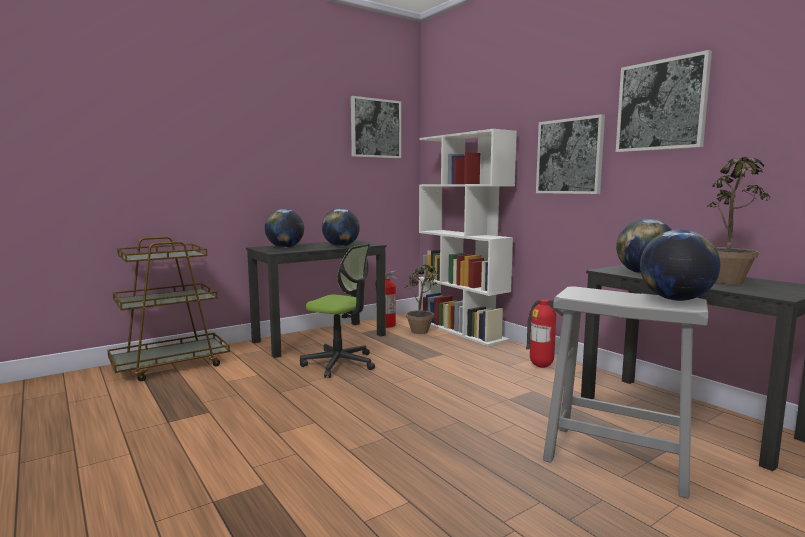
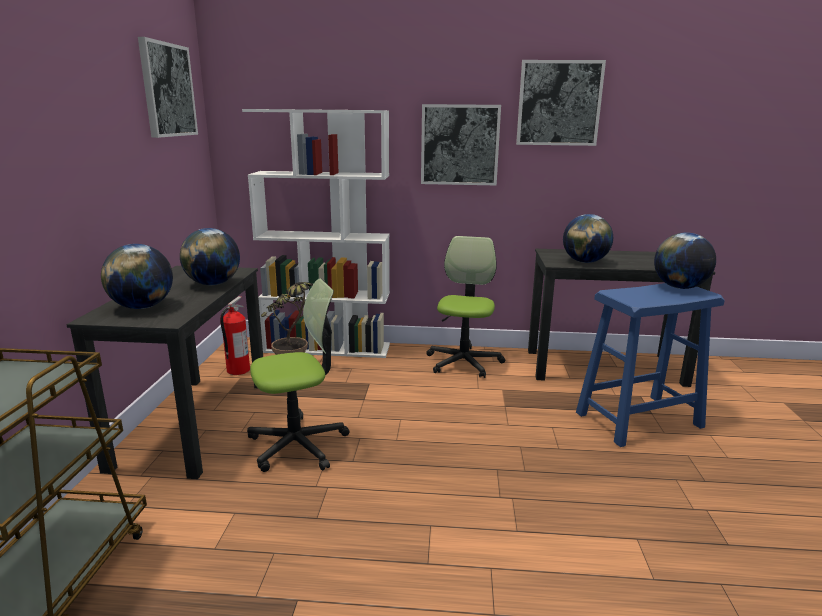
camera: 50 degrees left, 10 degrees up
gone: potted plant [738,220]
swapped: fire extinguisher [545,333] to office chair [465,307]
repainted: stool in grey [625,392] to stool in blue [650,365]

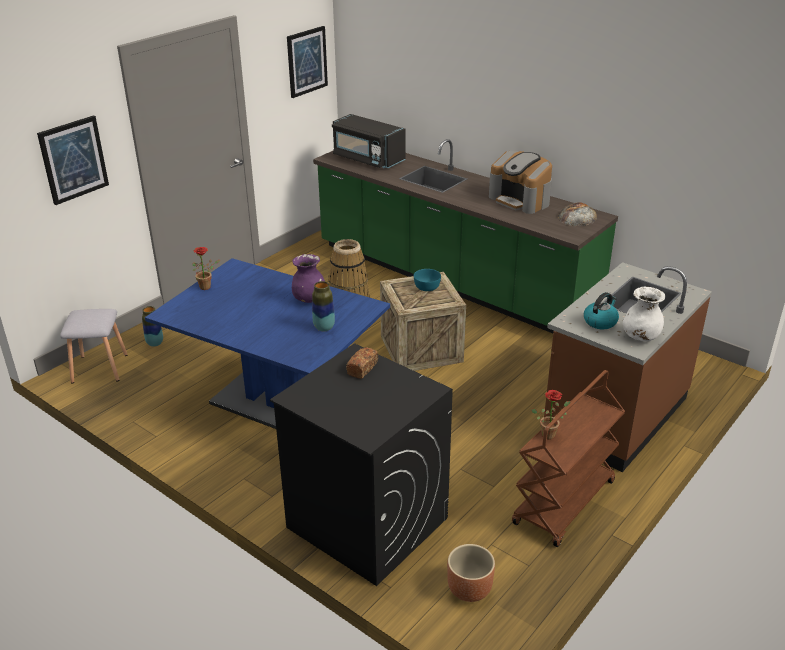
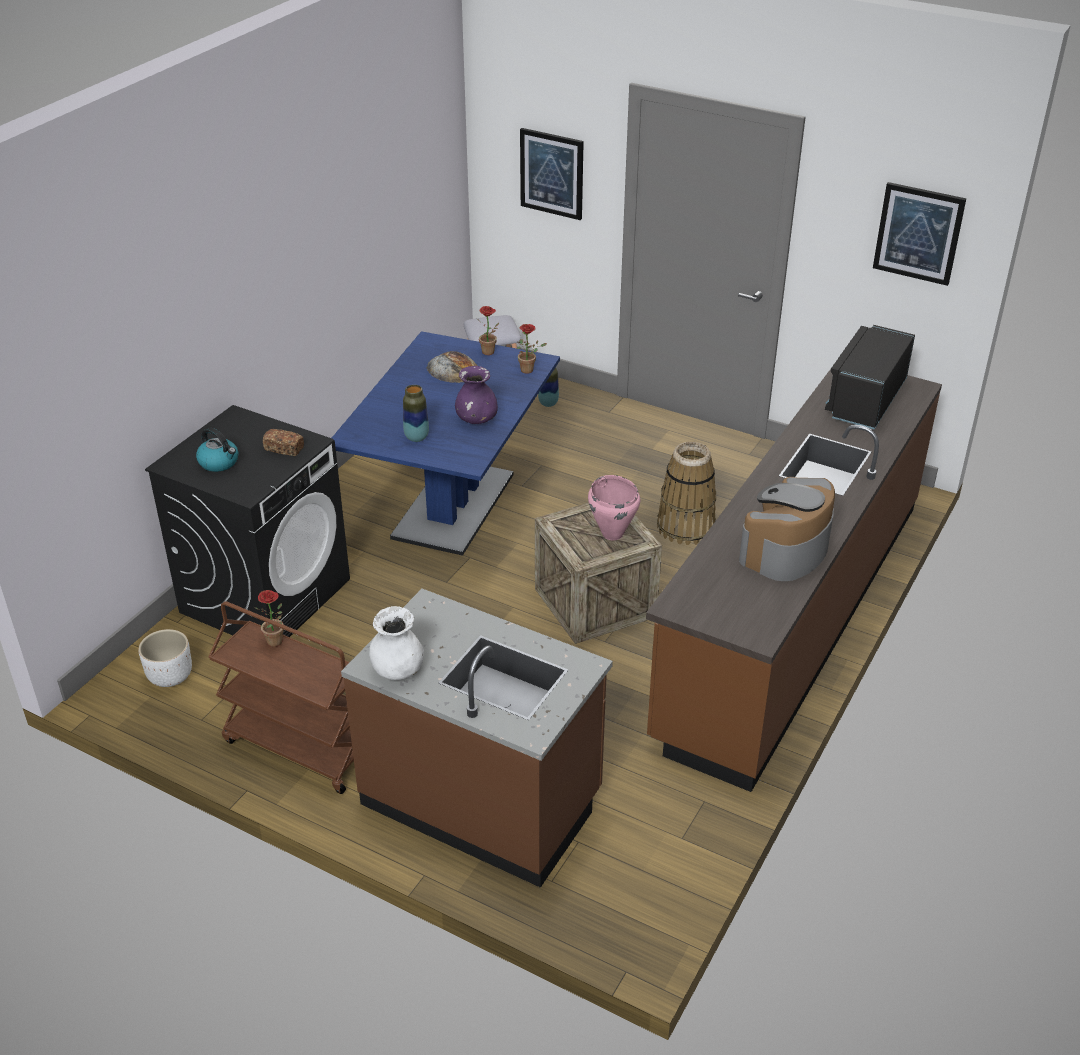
camera: 80 degrees right, 5 degrees up
new: potted plant [532,349]
shifted: kettle [601,310] to [217,450]; bread [577,214] to [452,367]
swapped: bowl in turquoise [427,280] to cooking pot in pink [614,507]
repainted: planter in brown [471,573] to planter in white [165,658]; counter in green [465,236] to counter in brown [794,580]

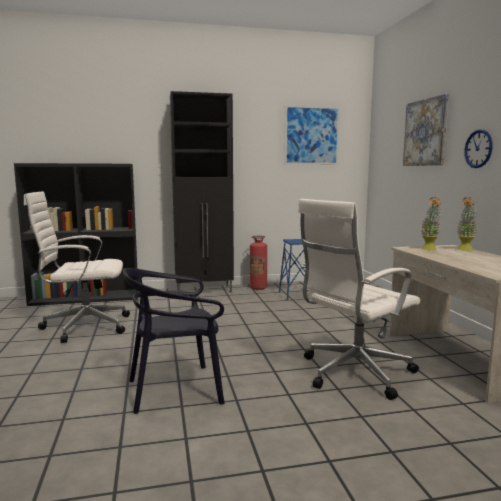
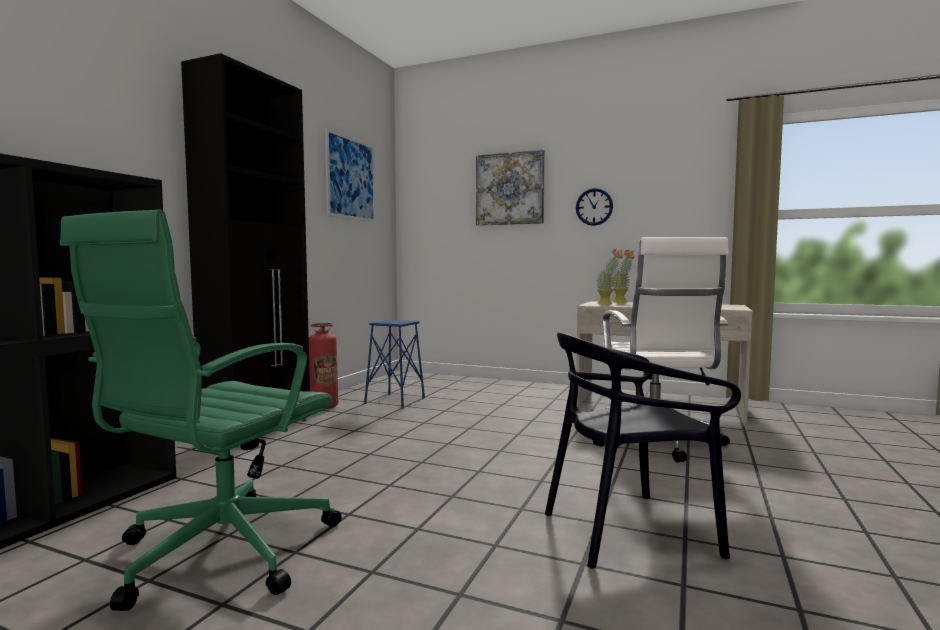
camera: 55 degrees left, 5 degrees down
repainted: office chair in white [77,267] to office chair in green [201,410]
rotated: chair in black [174,341] = [643,450] 60 degrees clockwise

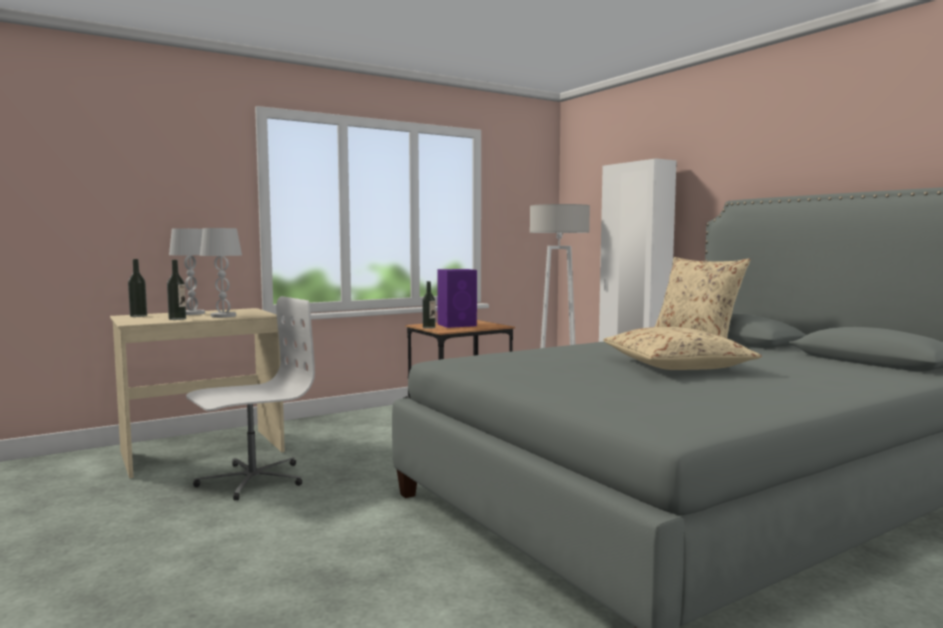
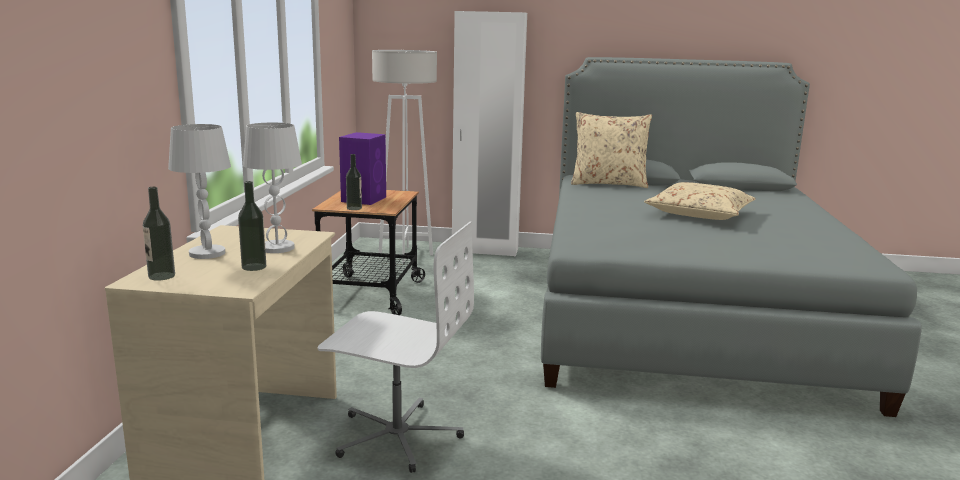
camera: 50 degrees left, 10 degrees up
rotated: office chair in white [250,398] = [395,347] 105 degrees clockwise

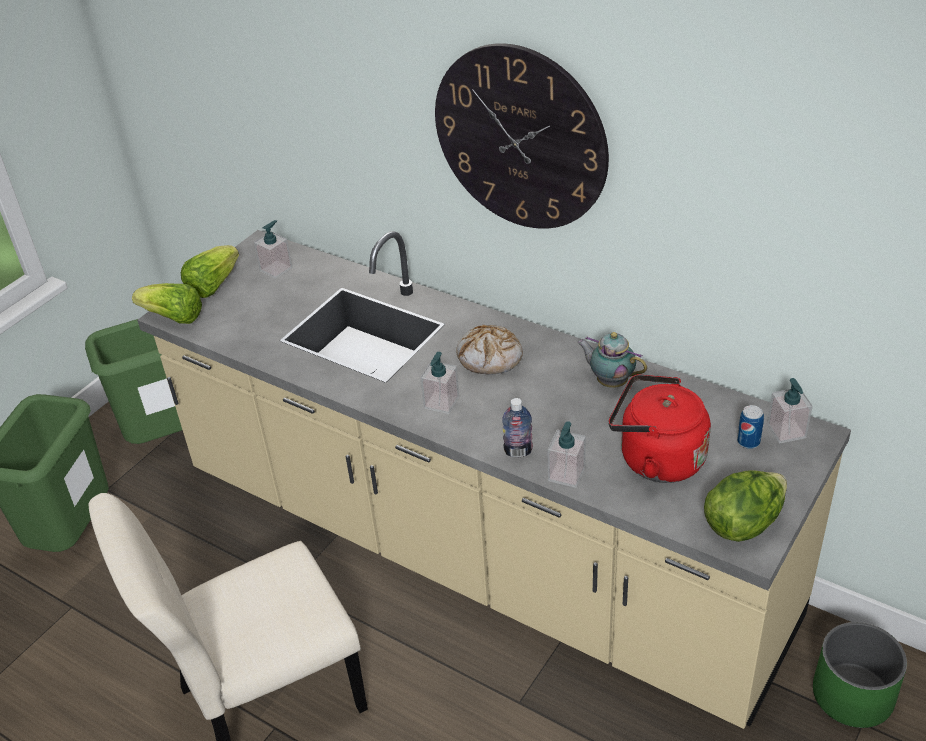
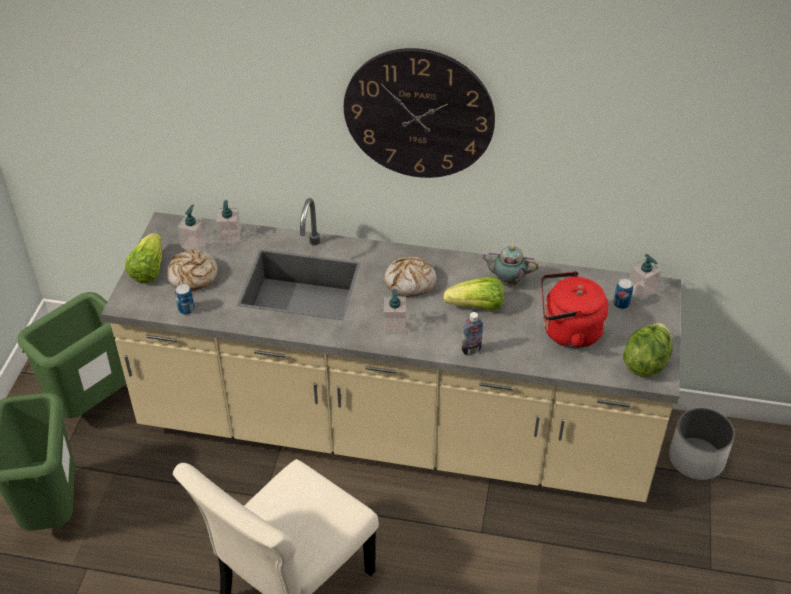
camera: 25 degrees left, 5 degrees up
new: bread [192,269]; can [185,299]
shifted: soap dispenser [566,454] to [228,221]; lettuce [167,303] to [473,293]
repainted: planter in green [860,675] to planter in white [702,444]

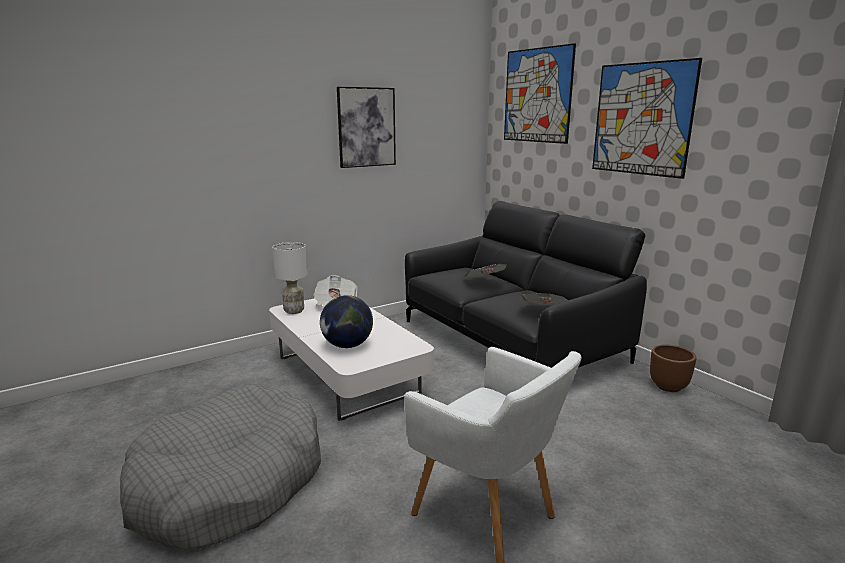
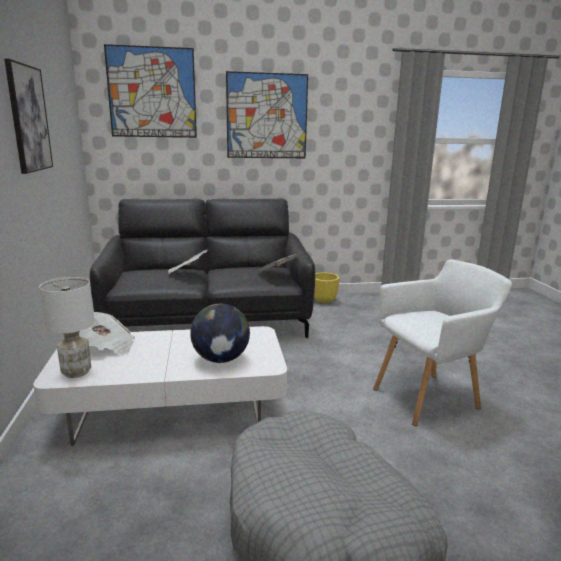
camera: 65 degrees left, 0 degrees up
repainted: planter in brown [673,368] to planter in yellow [326,288]

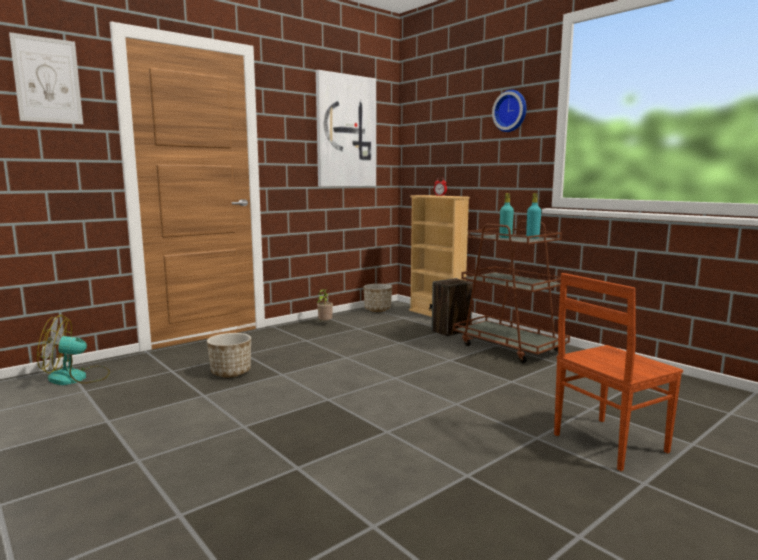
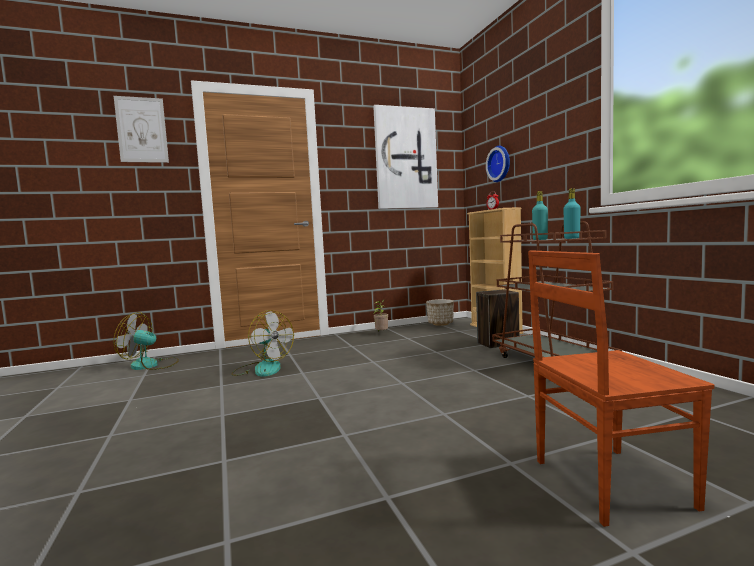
camera: 20 degrees right, 5 degrees down
shifted: wall clock [509,111] to [498,164]
swapped: planter [229,355] to fan [262,343]

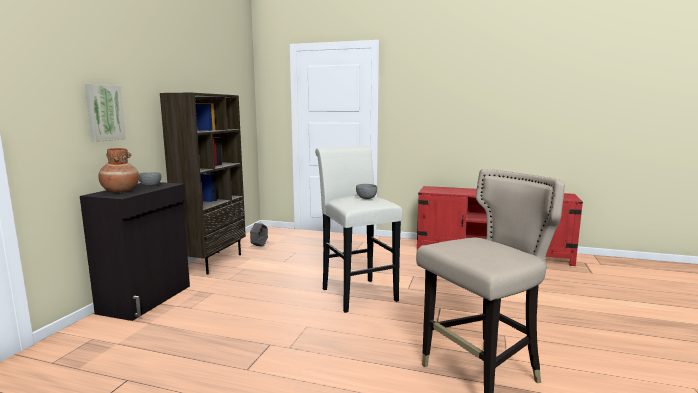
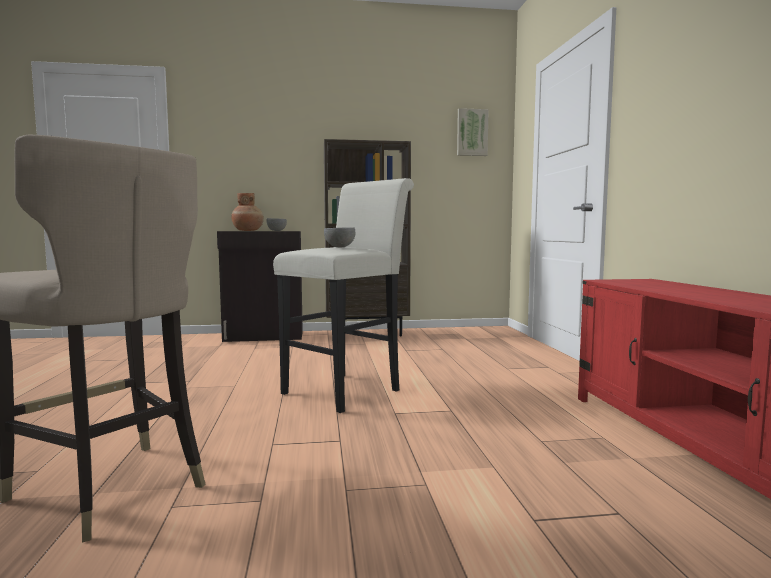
camera: 65 degrees right, 5 degrees down
gone: planter in grey [259,235]
shifted: picture [105,113] to [473,132]

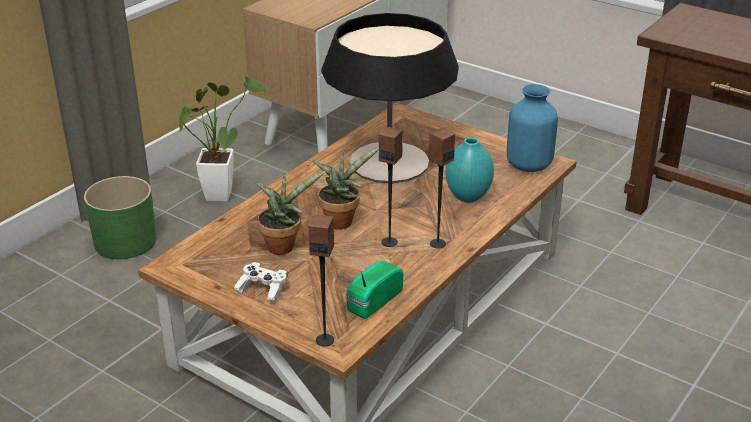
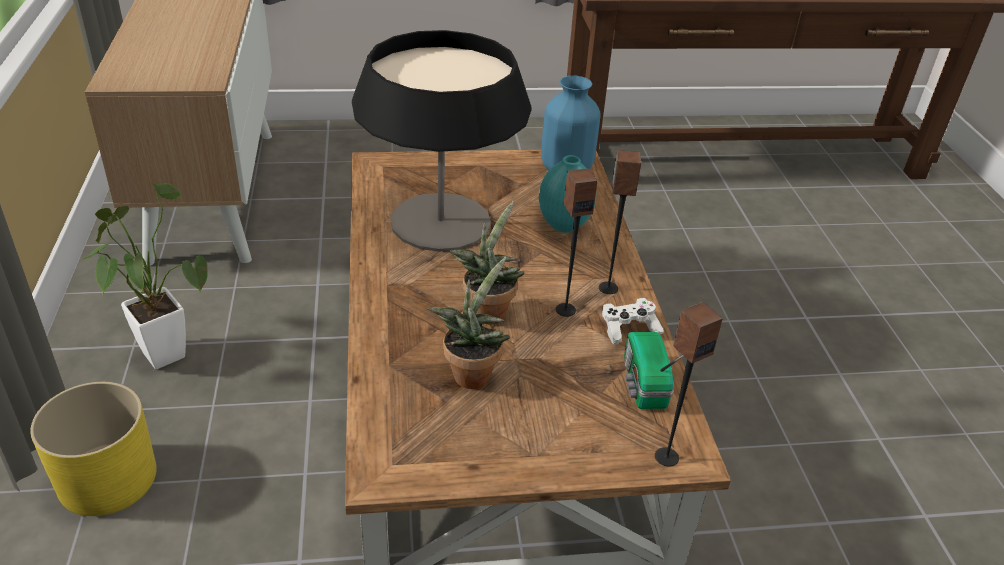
camera: 45 degrees left, 5 degrees up
shifted: game controller in white [261,282] to [633,321]
repainted: planter in green [120,217] to planter in yellow [93,449]

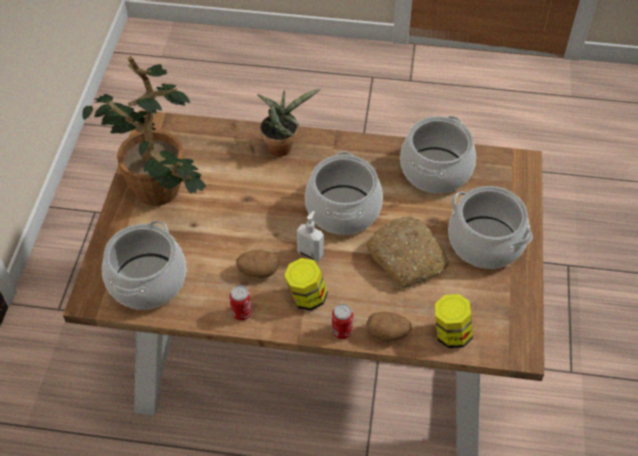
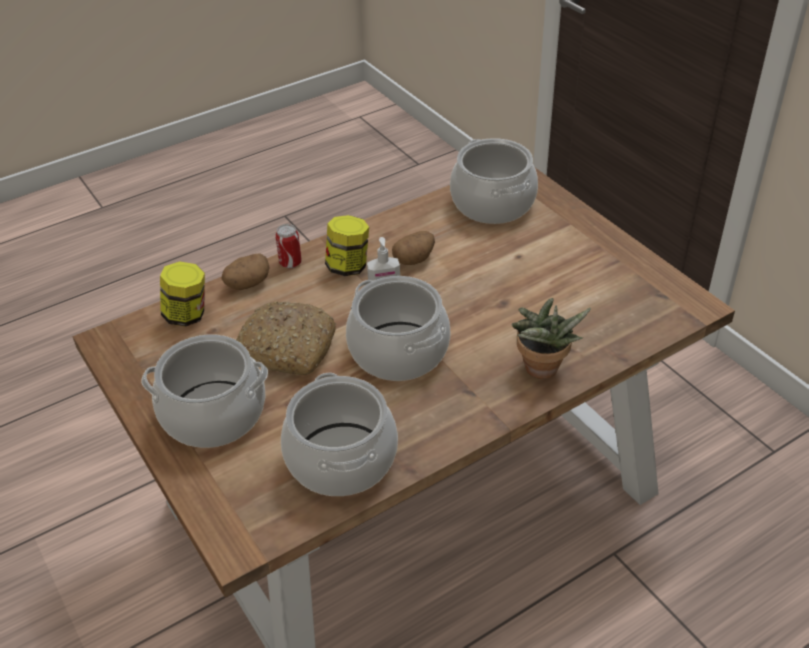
camera: 140 degrees right, 10 degrees down
gone: potted plant [144,131]; can [240,303]

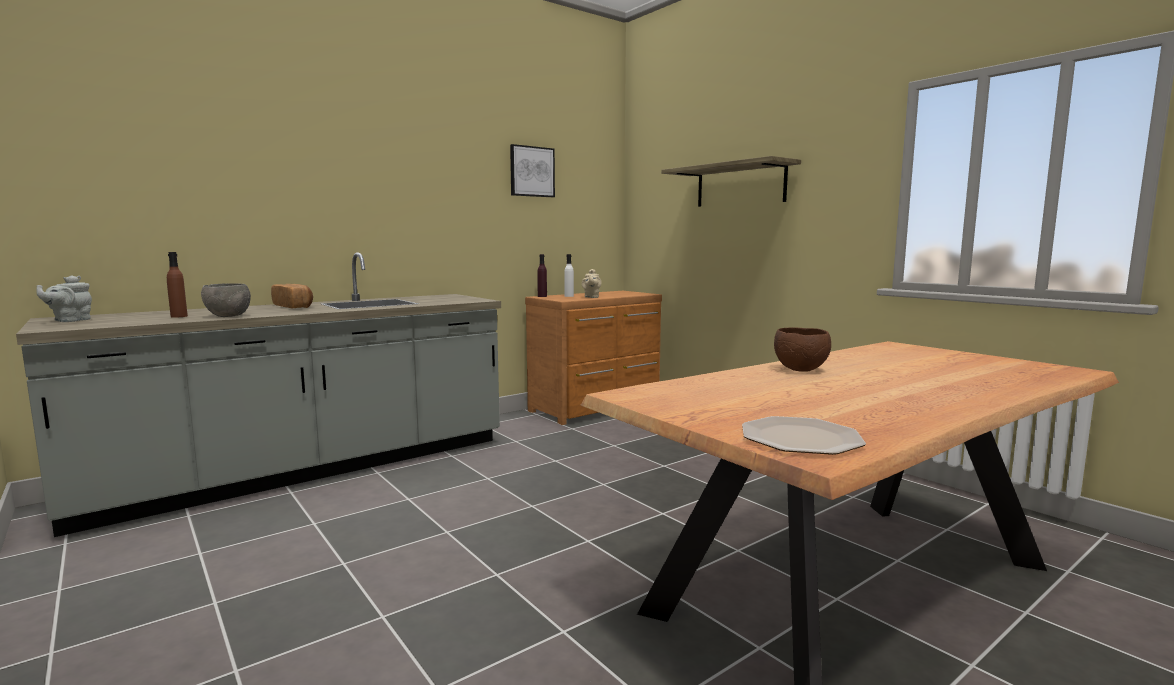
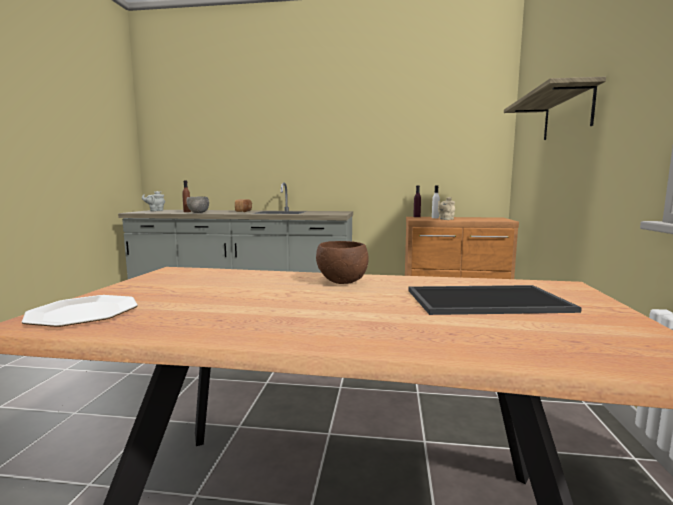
camera: 45 degrees right, 0 degrees up
gone: picture [532,170]
new: tray [495,300]

